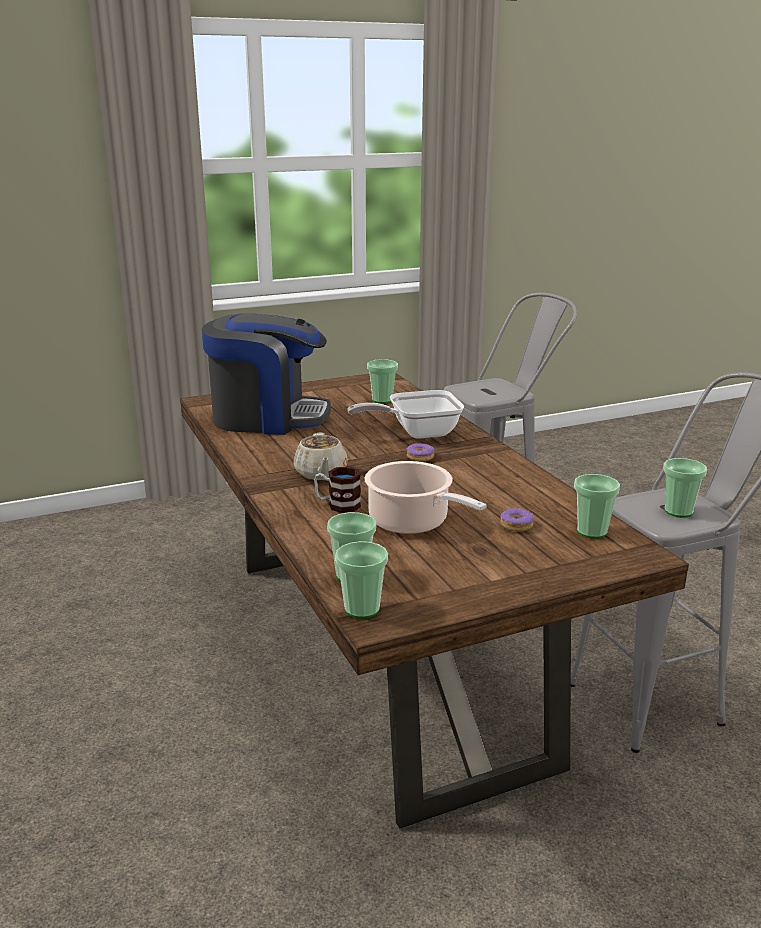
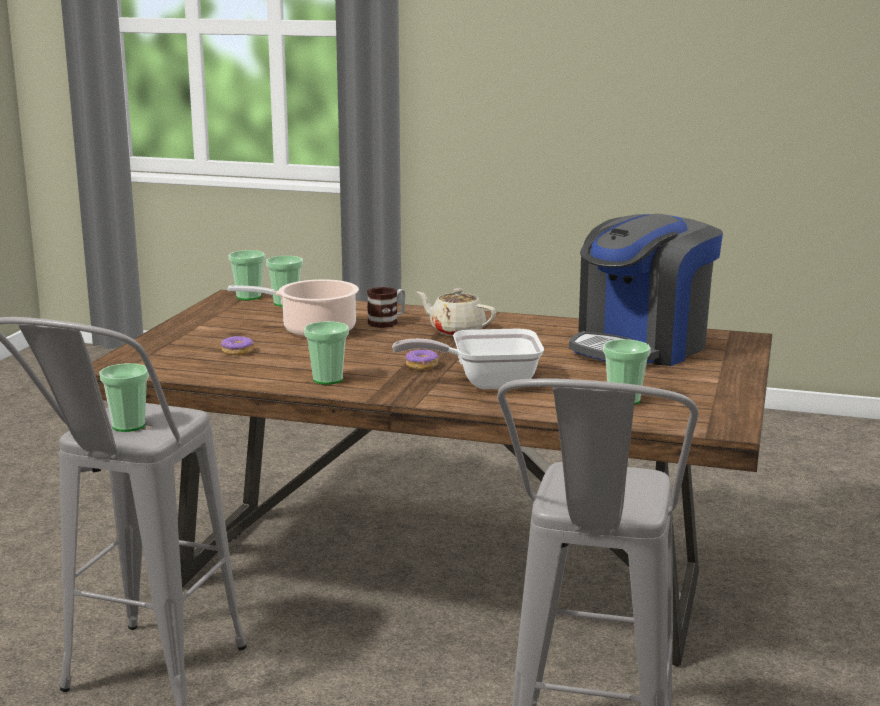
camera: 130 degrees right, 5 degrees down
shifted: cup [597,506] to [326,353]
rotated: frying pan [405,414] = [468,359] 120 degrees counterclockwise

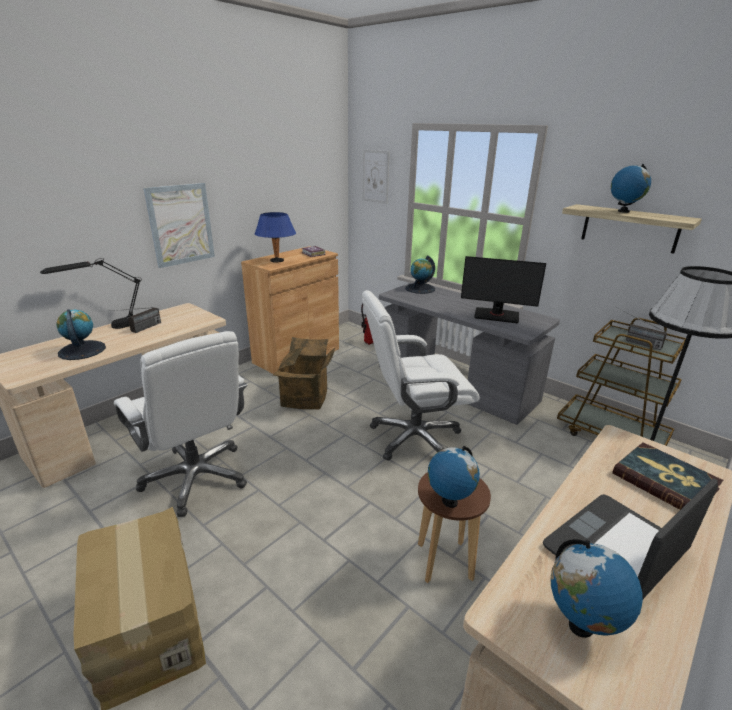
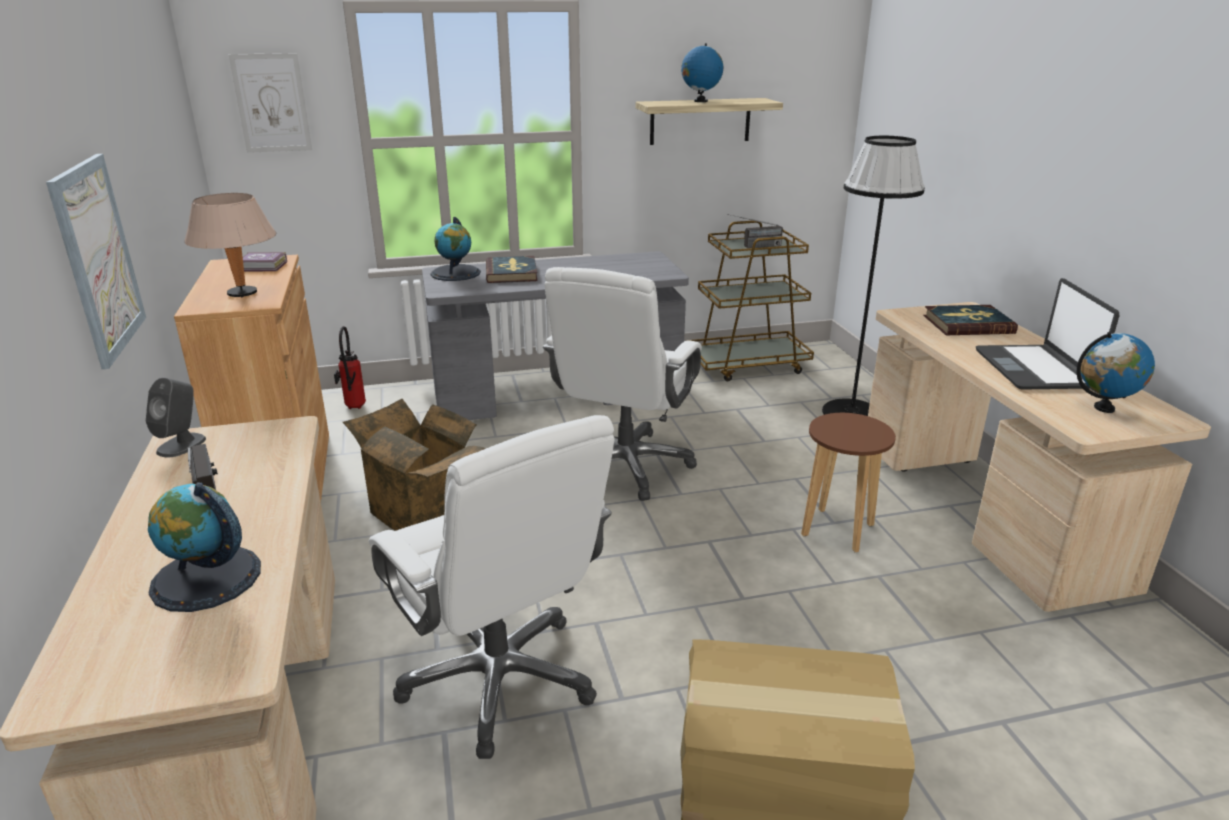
camera: 55 degrees left, 0 degrees up
gone: table lamp in black [90,293]; globe [454,477]; monitor [503,289]
new: speaker in grey [176,418]; book [512,269]
repainted: table lamp in blue [275,237] to table lamp in beige [230,245]
rotated: office chair in white [180,424] = [492,587] 60 degrees clockwise

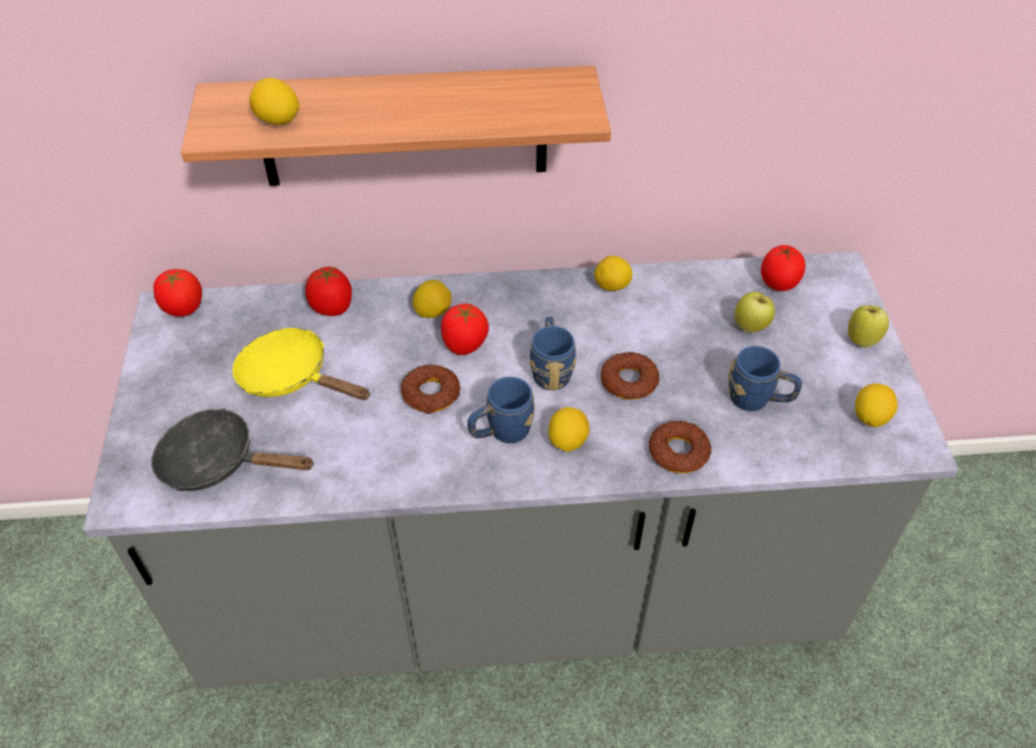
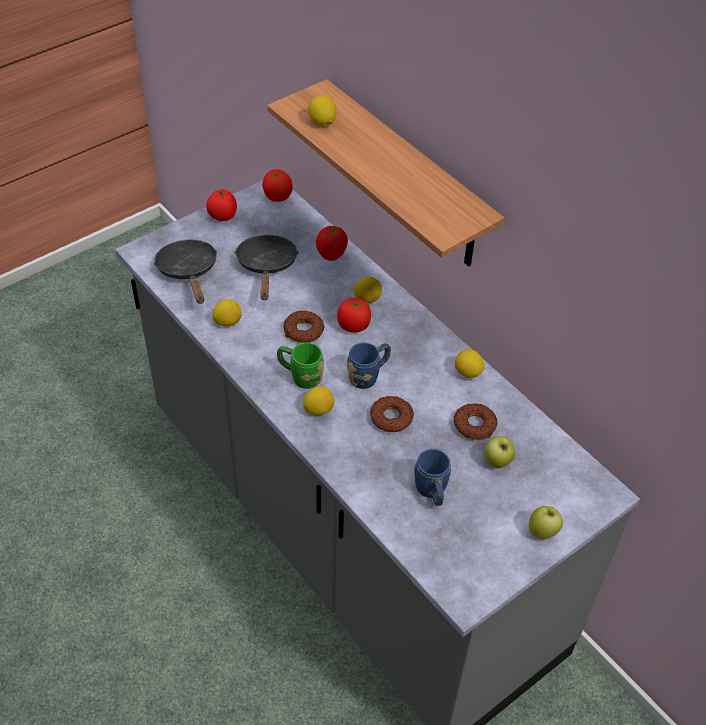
camera: 55 degrees right, 0 degrees up
shifted: tomato [783,268] to [221,205]; lemon [876,405] to [227,313]; donut [680,447] to [475,421]
repainted: frying pan in yellow [301,364] to frying pan in black [267,267]; mug in blue [501,410] to mug in green [300,365]

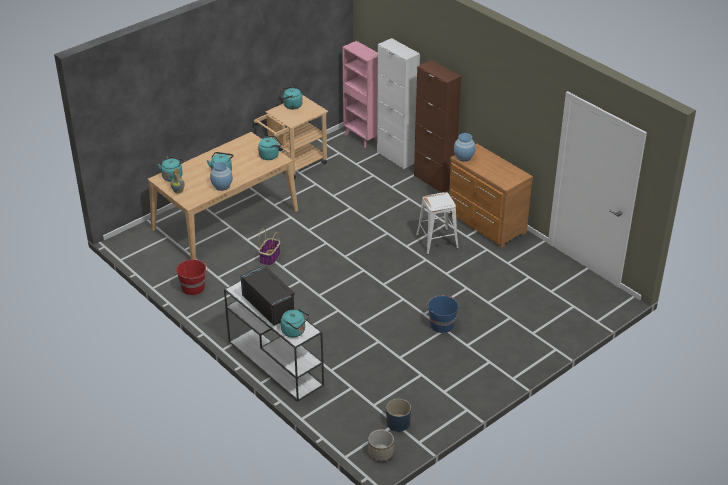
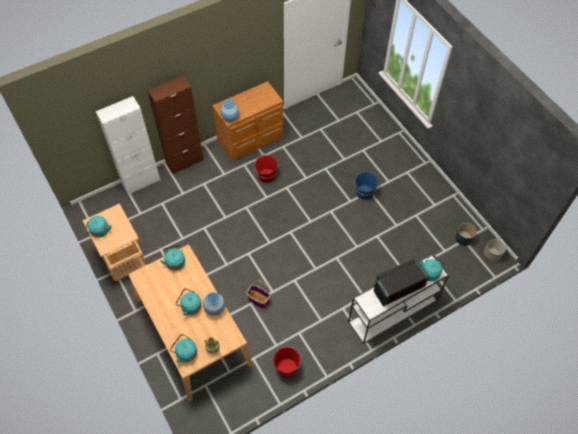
camera: 80 degrees left, 20 degrees up
gone: bookcase in pink [360,94]
swapped: stool in white [437,223] to bucket in red [266,169]

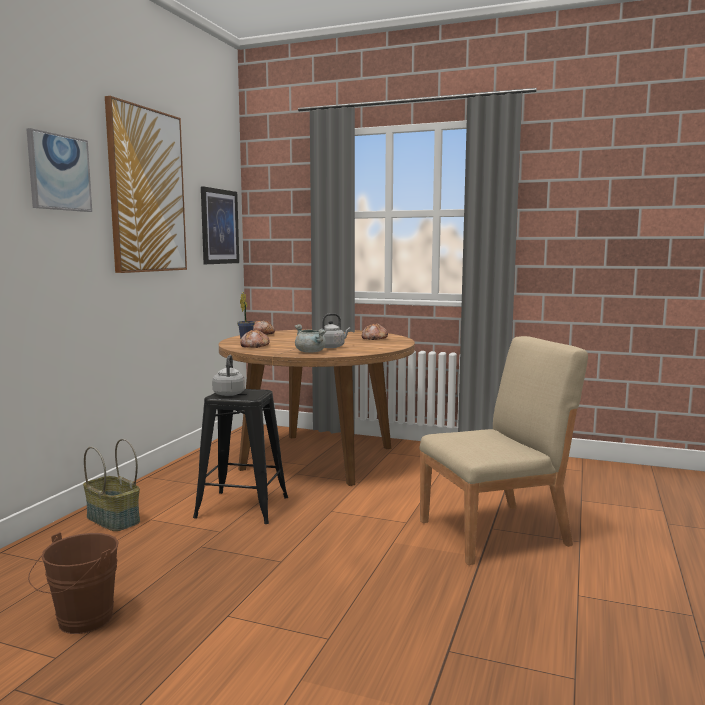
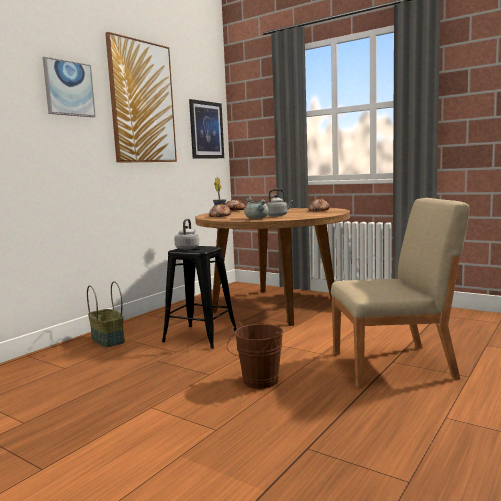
camera: 15 degrees right, 0 degrees up
shifted: bucket in brown [73,583] to [255,355]

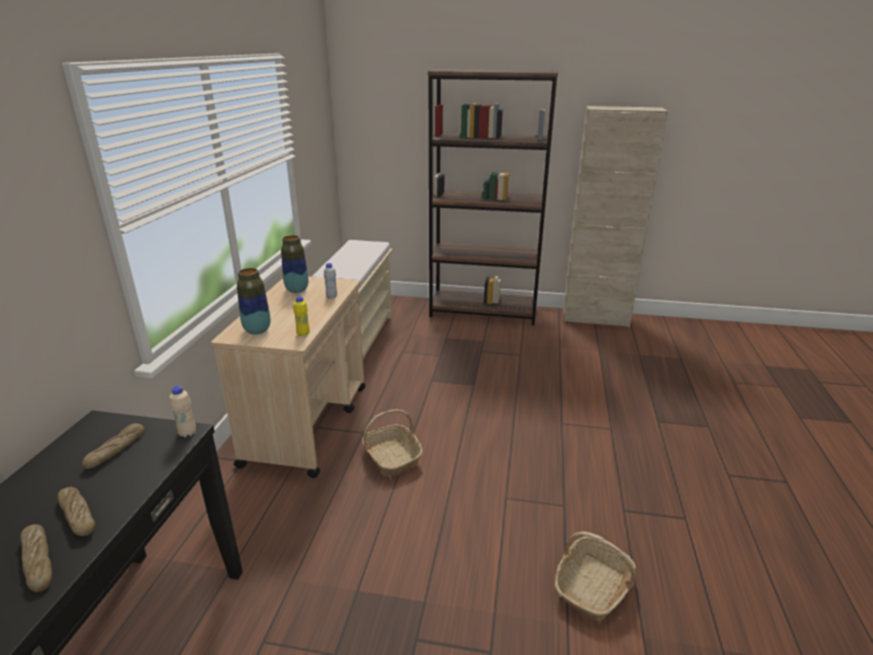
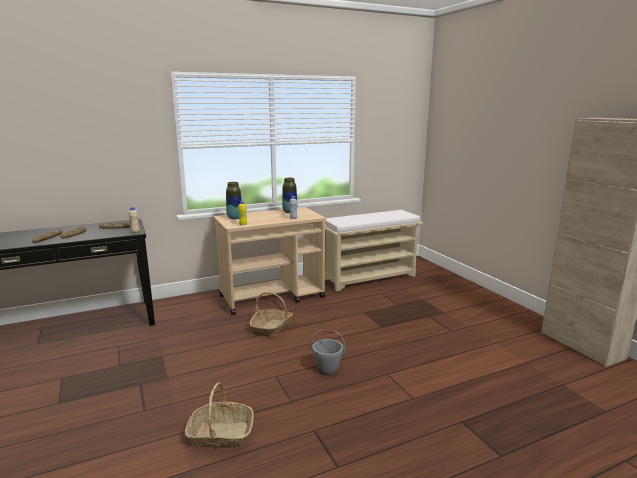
camera: 55 degrees right, 10 degrees down
gone: bookcase in brown [493,197]
new: bucket in grey [328,352]

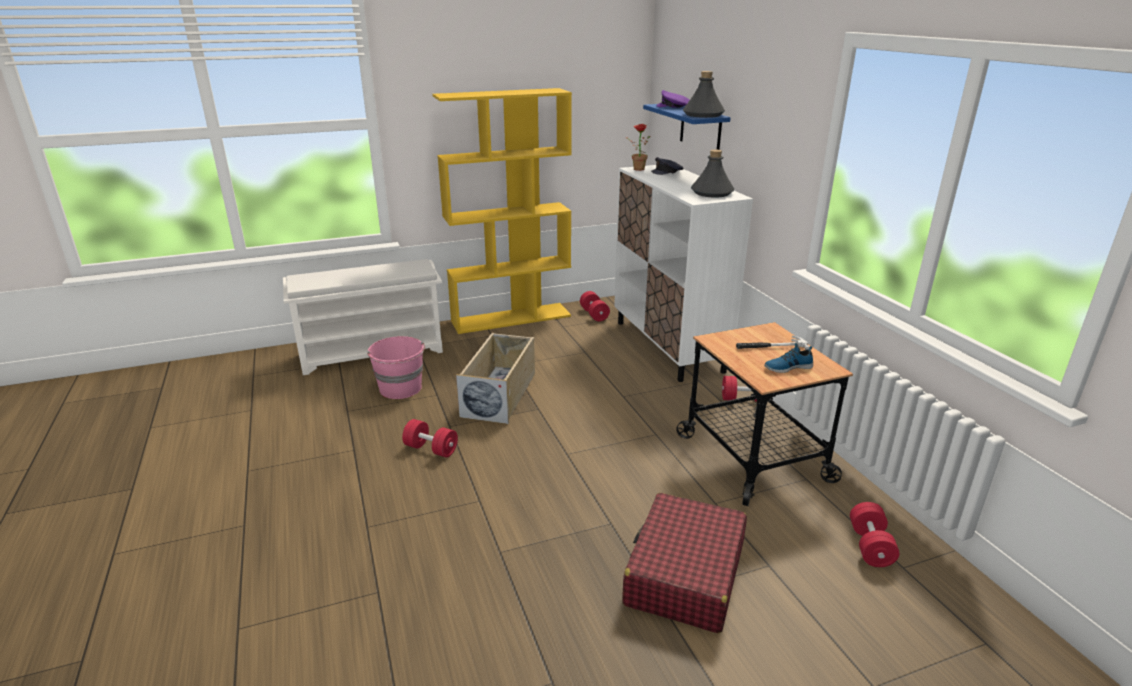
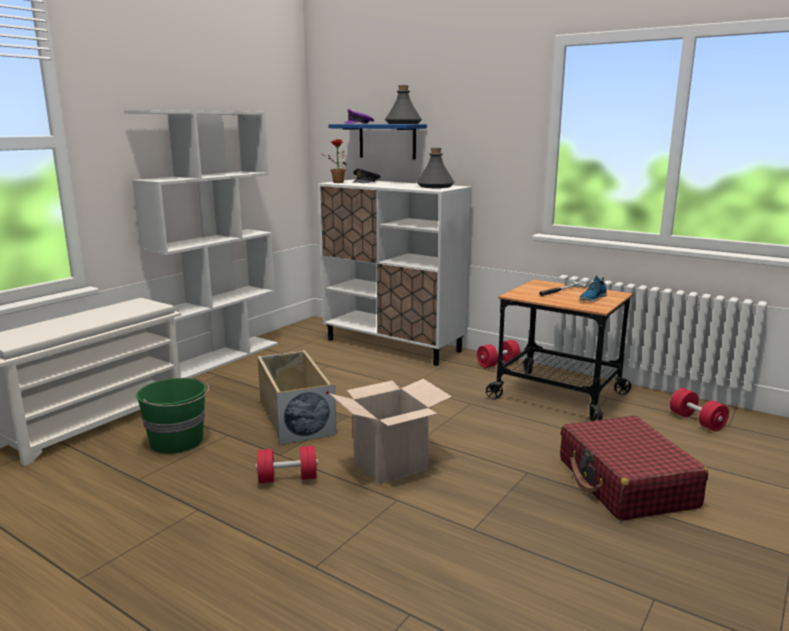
camera: 35 degrees left, 10 degrees down
gone: dumbbell in red [595,306]
new: cardboard box [391,432]
repainted: bookcase in yellow [502,211] to bookcase in white [201,244]; bucket in pink [396,367] to bucket in green [172,416]

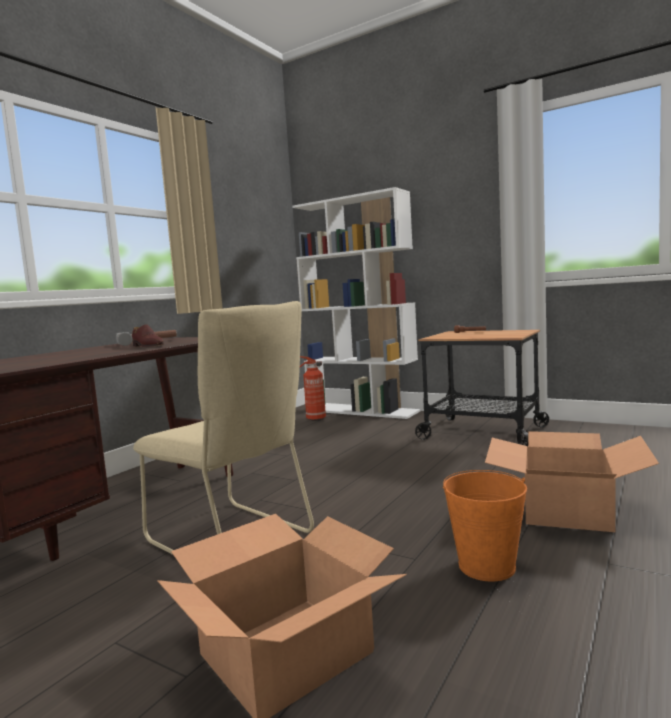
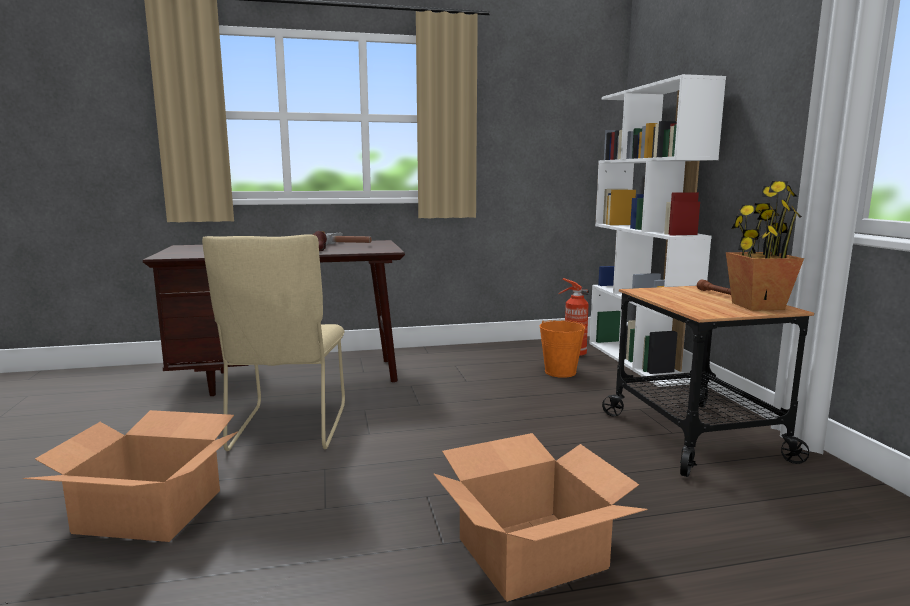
camera: 45 degrees right, 5 degrees up
new: potted plant [765,246]
shifted: bucket in orange [485,526] to [562,349]

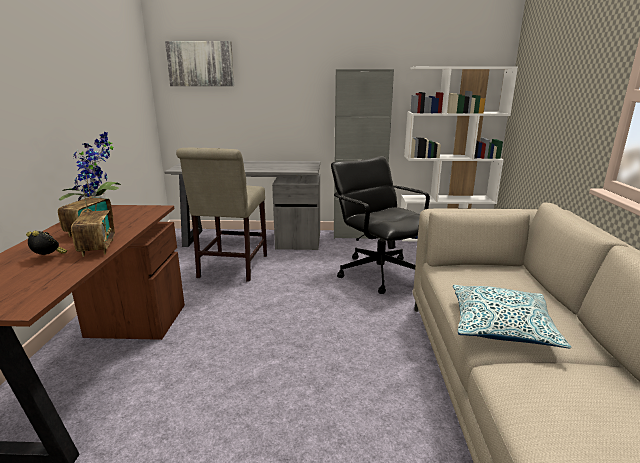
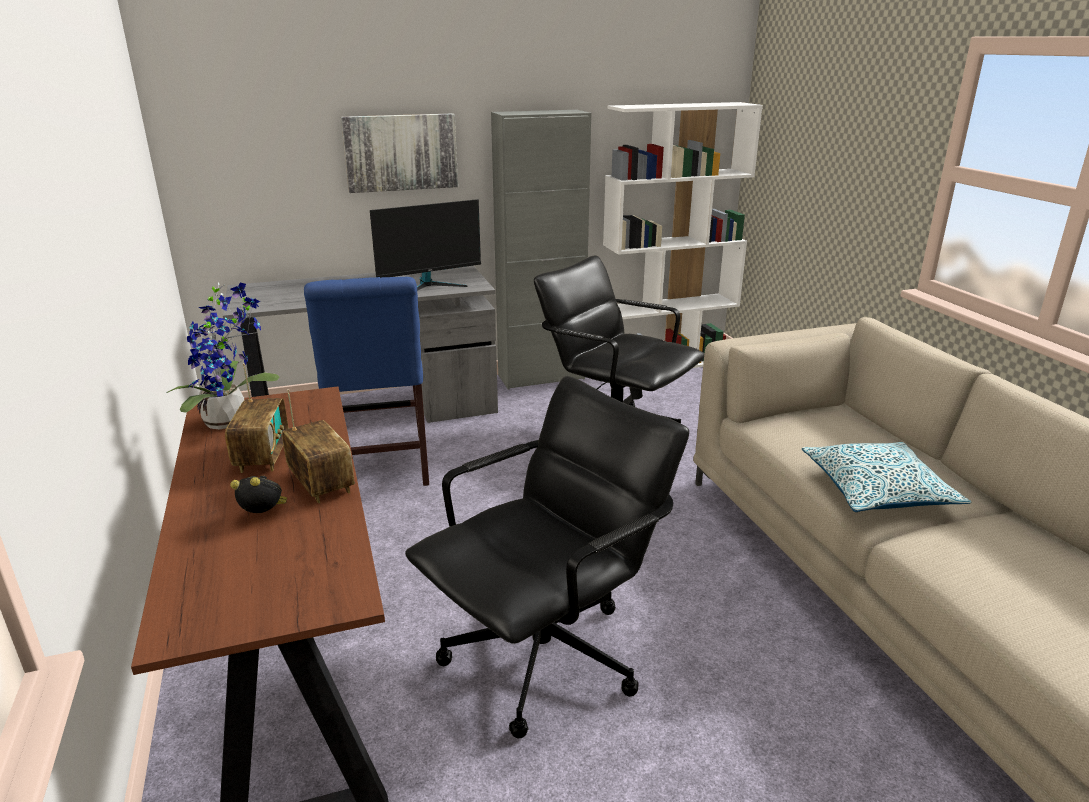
camera: 20 degrees left, 5 degrees up
new: monitor [425,245]; office chair in black [547,557]
shifted: picture [199,63] to [399,153]
repainted: chair in beige [221,214] to chair in blue [366,381]

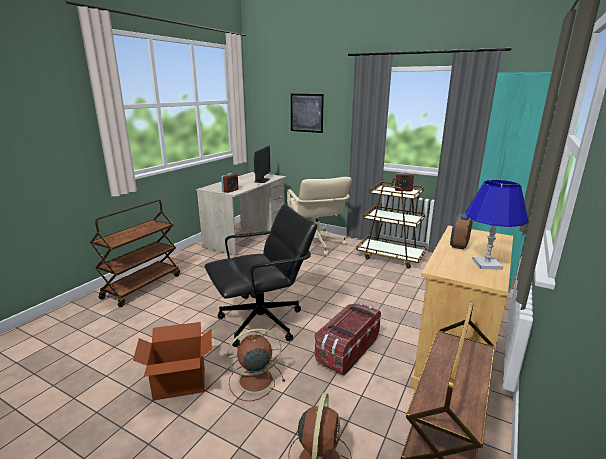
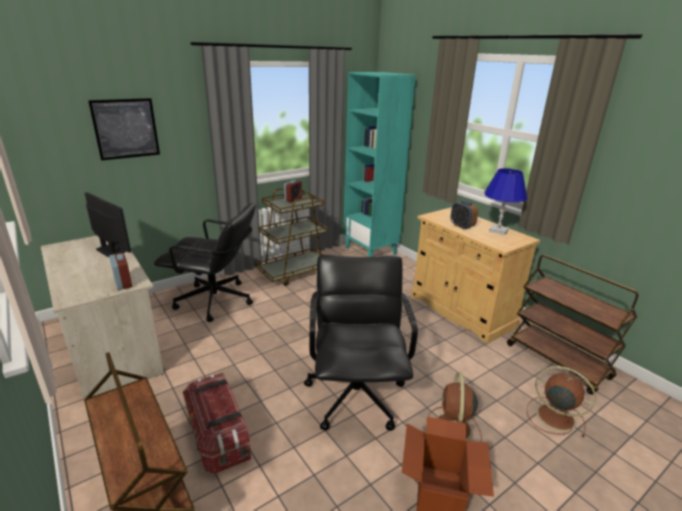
camera: 65 degrees left, 5 degrees up
shifted: storage box [348,339] to [217,423]
repainted: office chair in beige [319,216] to office chair in black [205,262]

